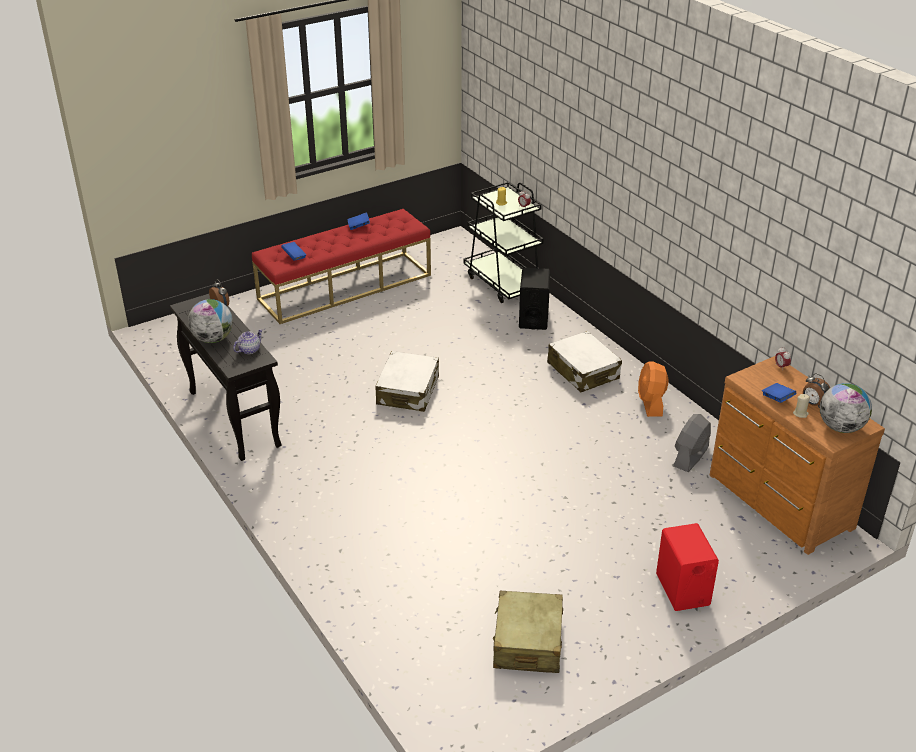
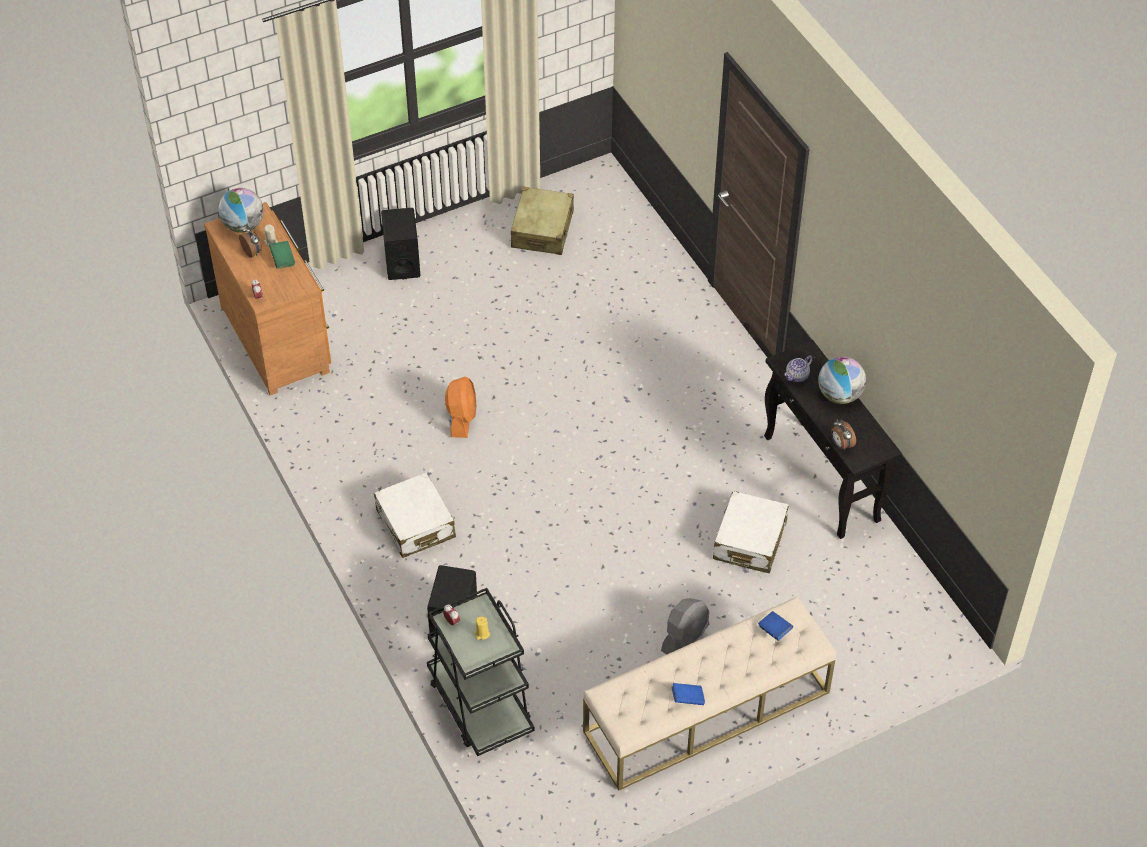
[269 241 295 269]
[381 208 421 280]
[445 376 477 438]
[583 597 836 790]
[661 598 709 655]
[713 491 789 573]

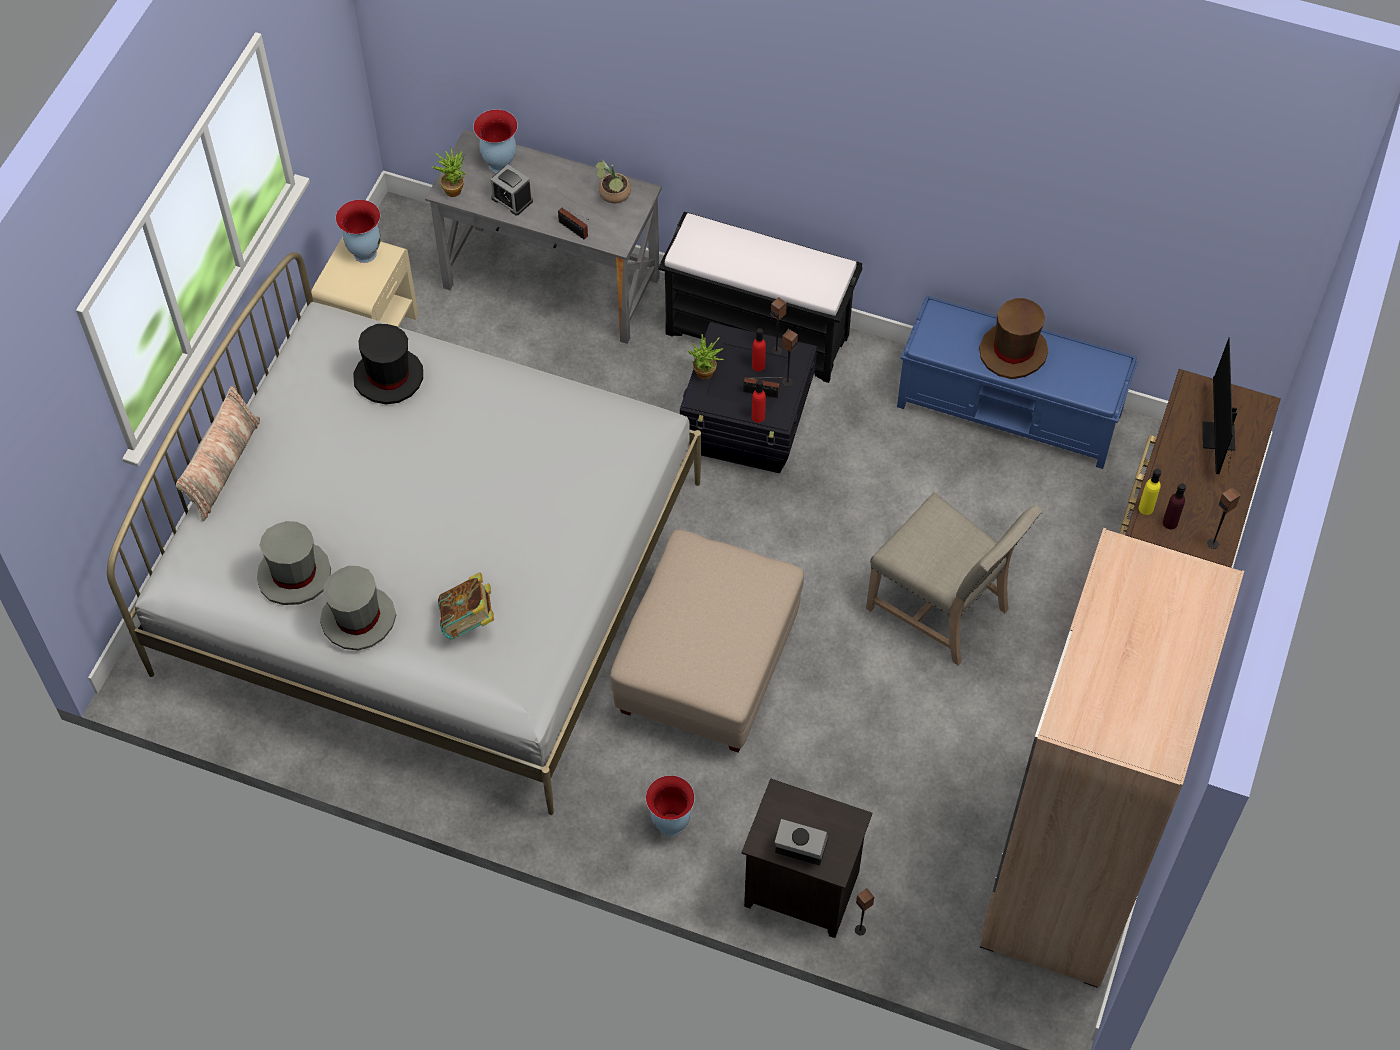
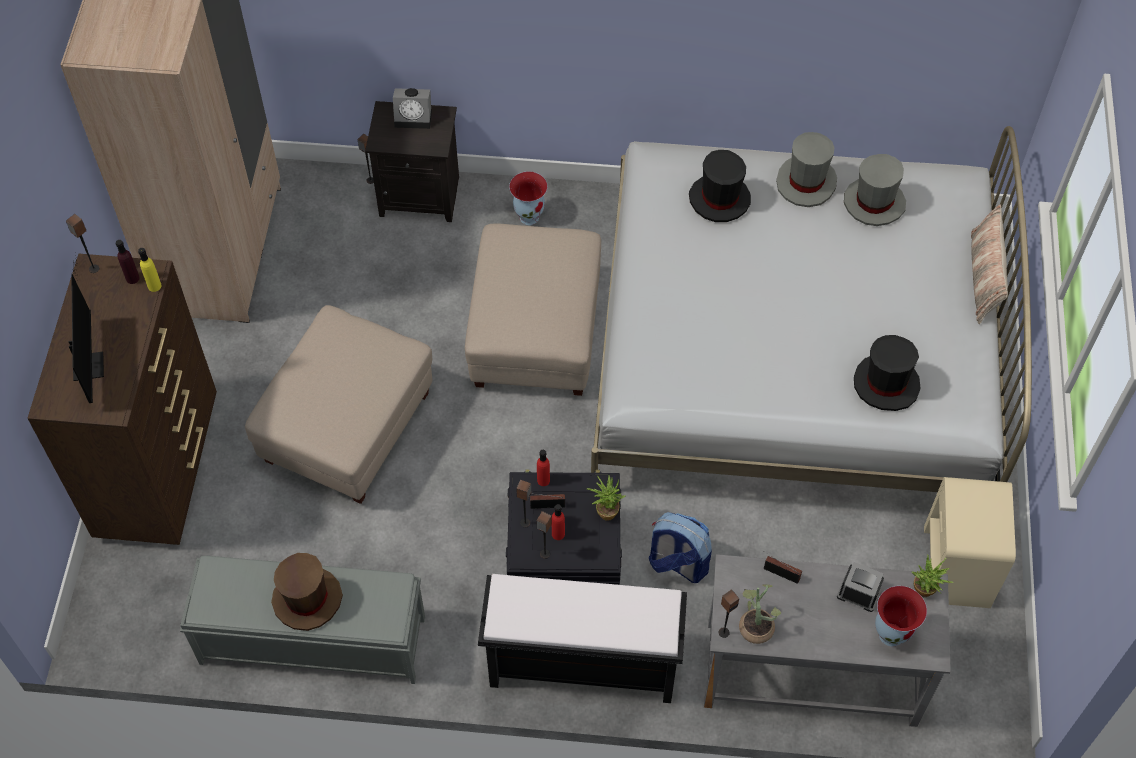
[180 556 425 684]
[245 305 432 504]
[649 512 712 583]
[689 150 751 222]
[719 589 739 638]
[336 199 381 263] (first image)

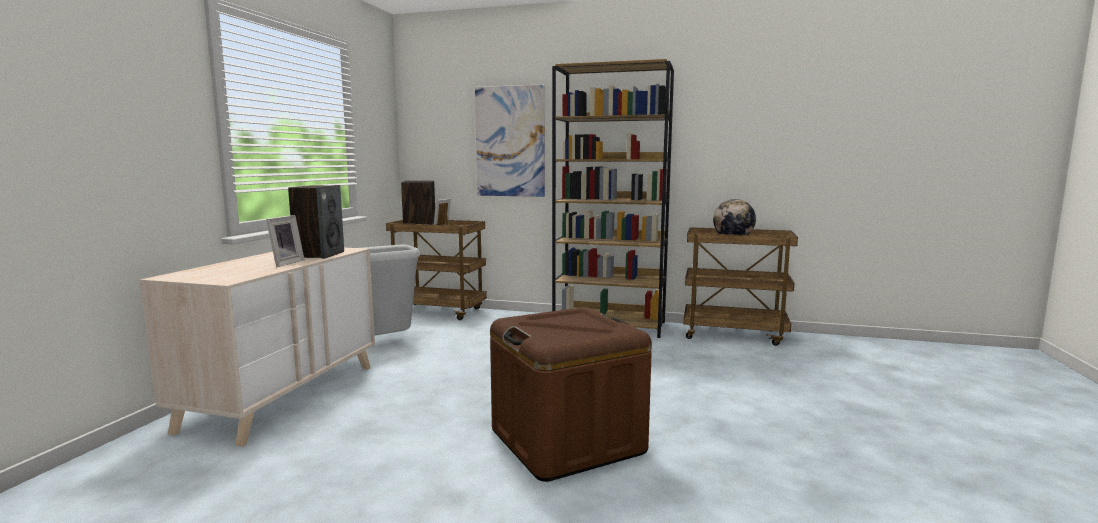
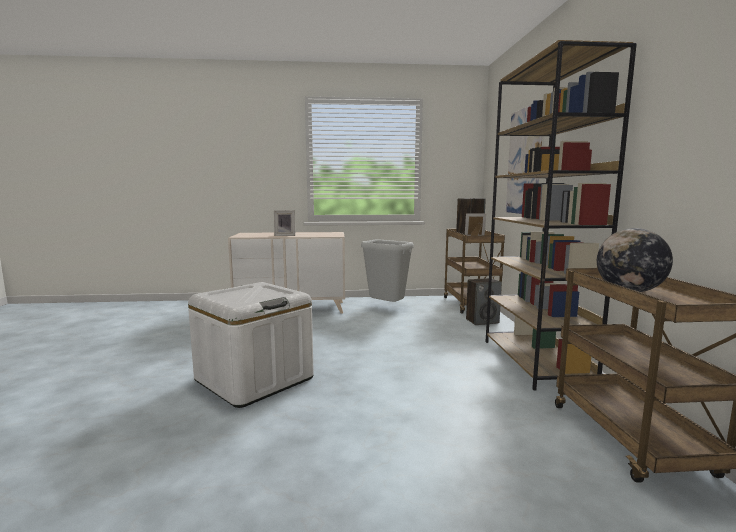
[188 282 314 408]
[466 278 502 325]

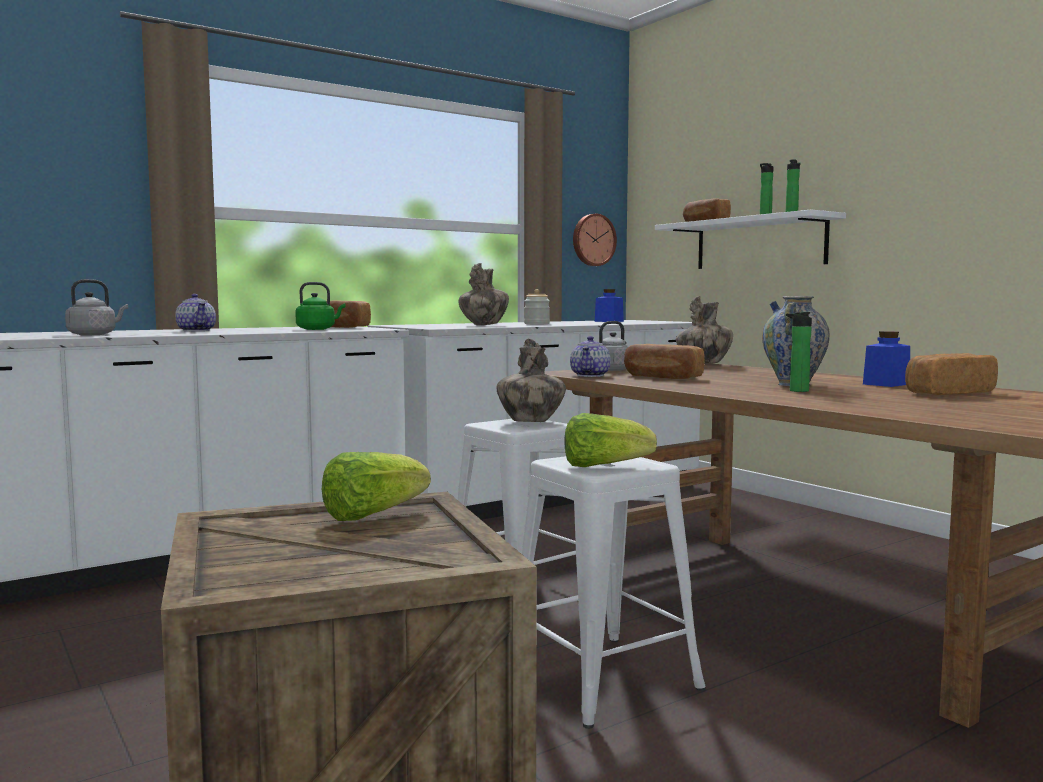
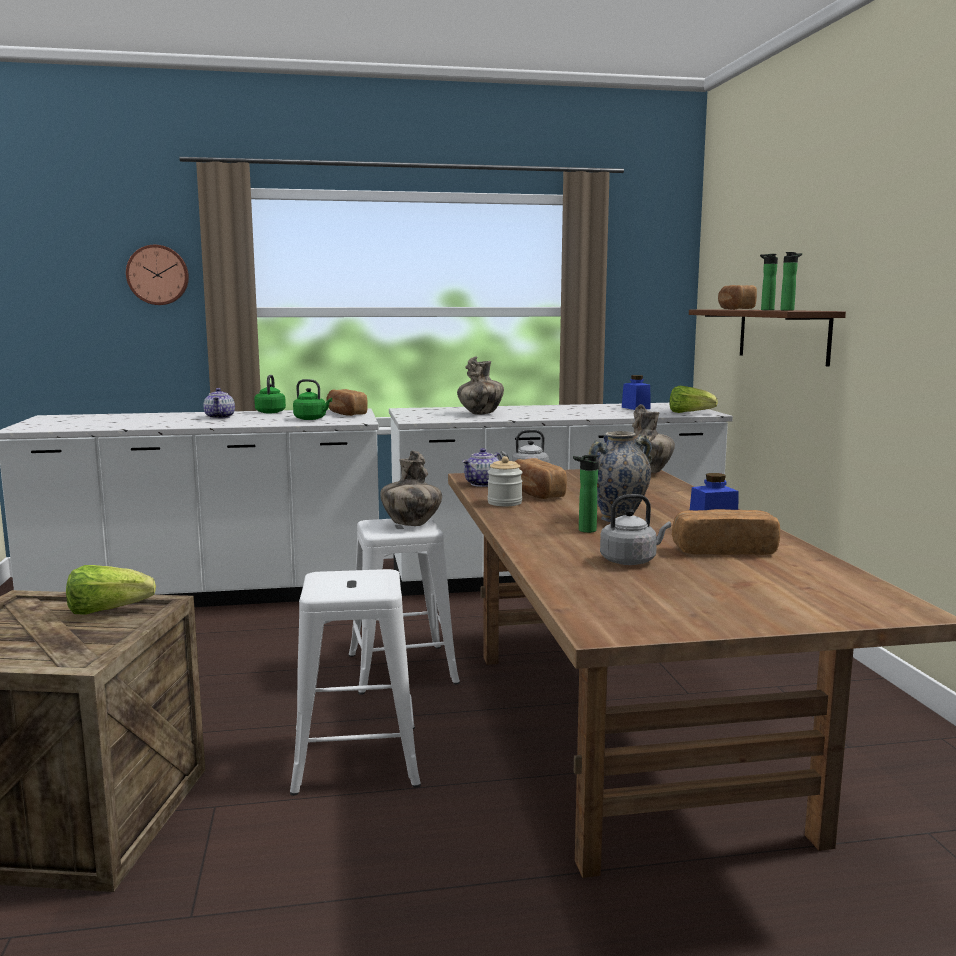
[126 245 189 305]
[254 375 286 413]
[487 456 523 506]
[600 494 671 565]
[670 386 718 413]
[689 310 846 367]

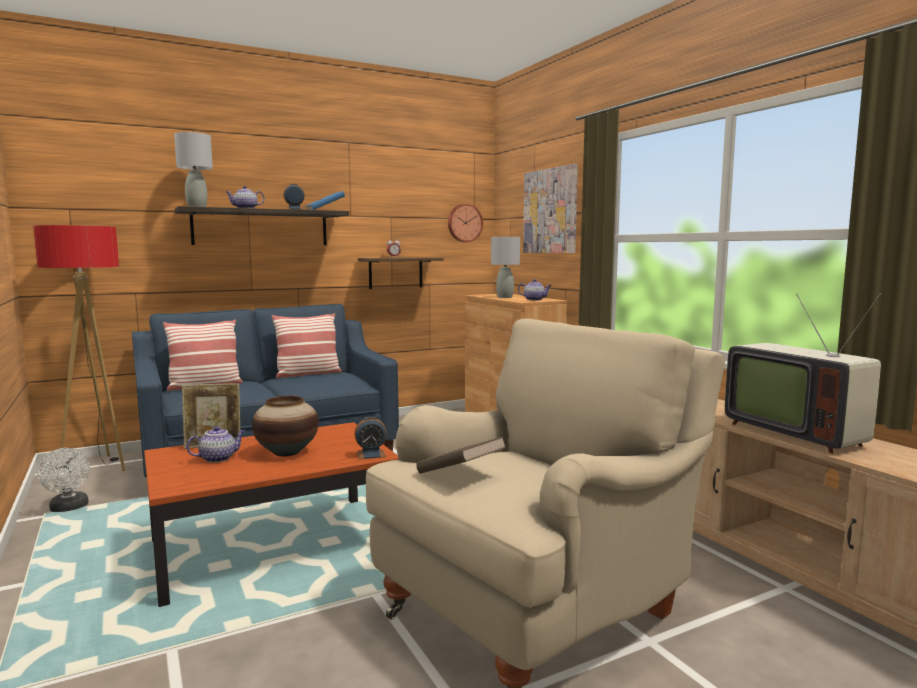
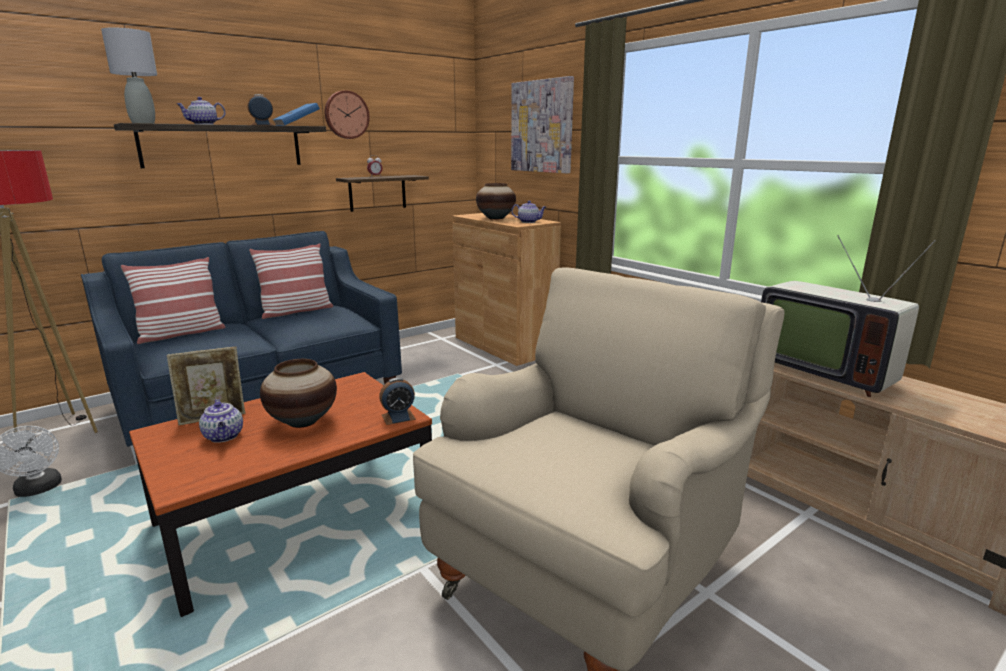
[199 399 243 443]
[325 90 370 139]
[476 183 516 220]
[417 436 507 474] (first image)

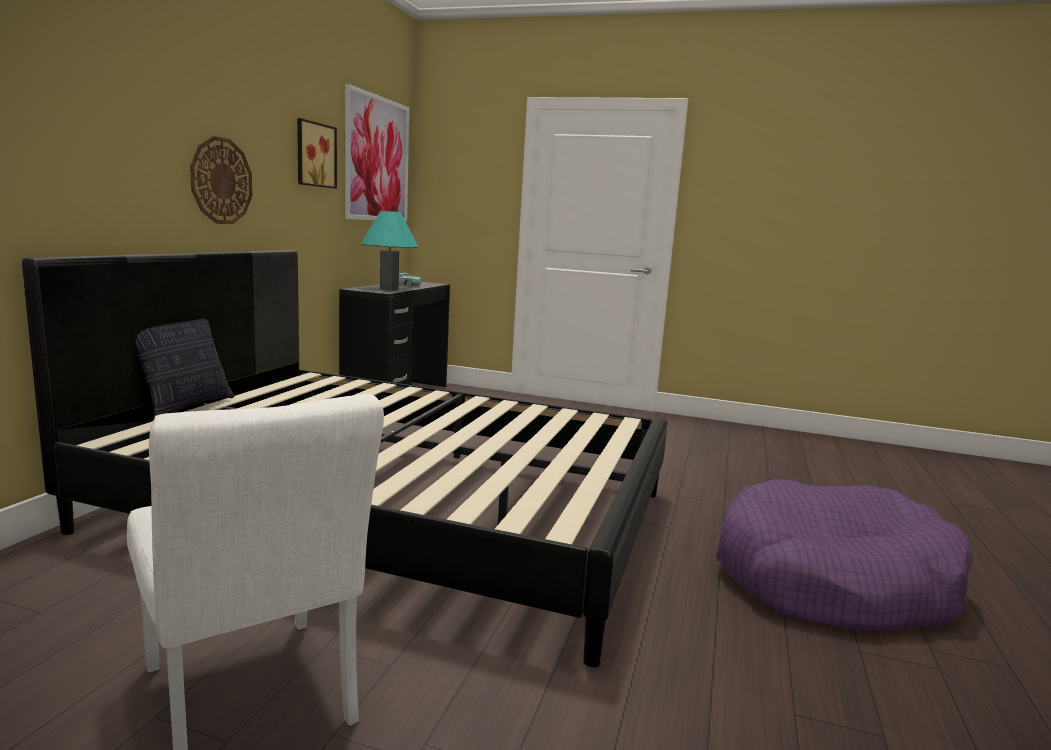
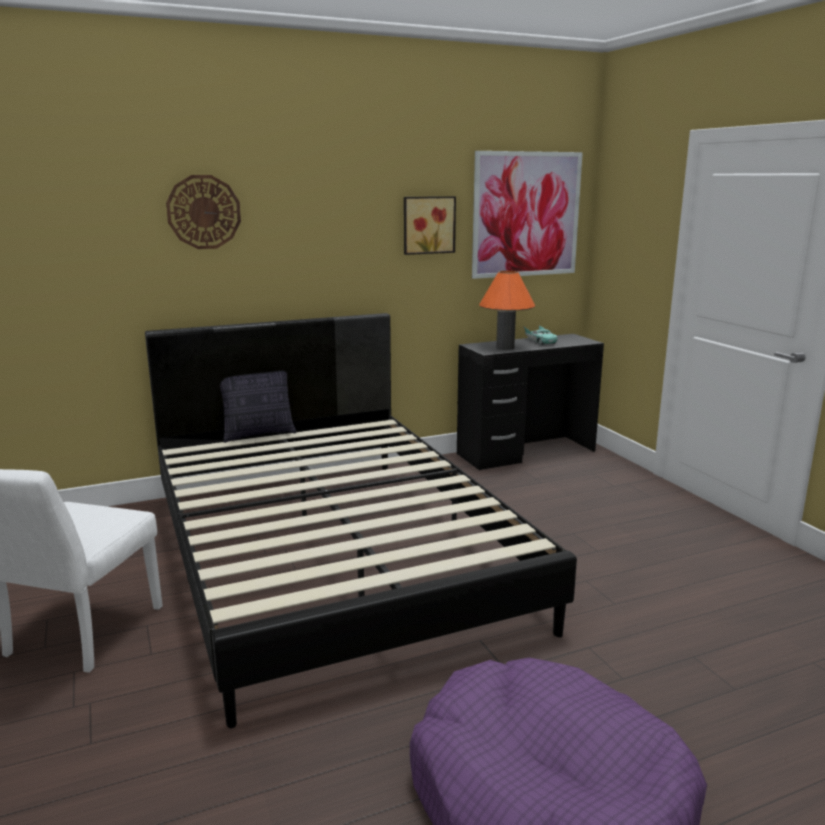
[166 175 241 249]
[479 271 535 350]

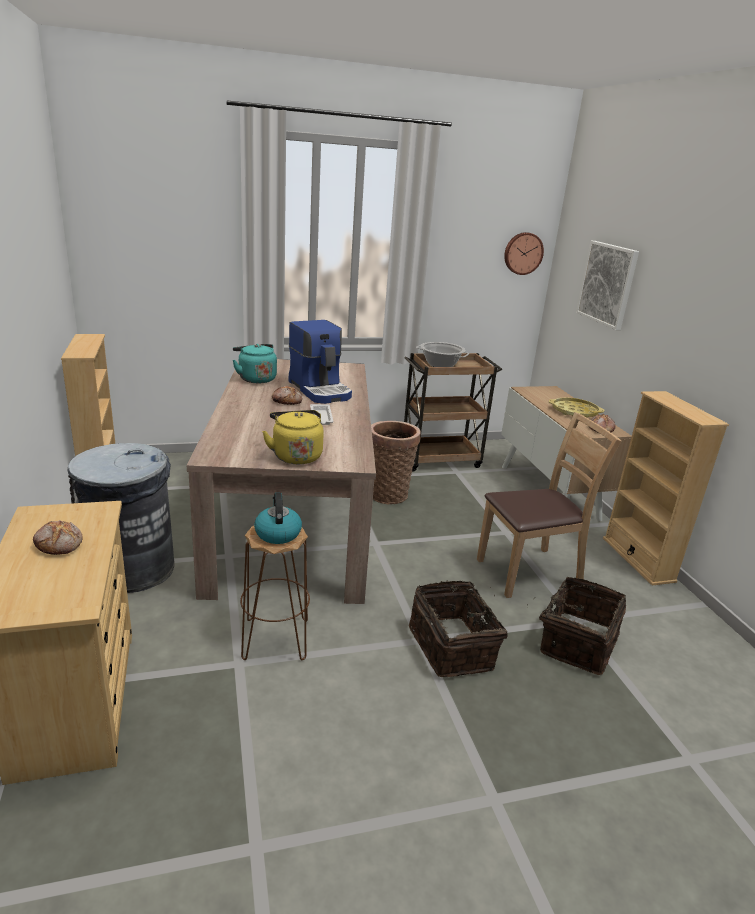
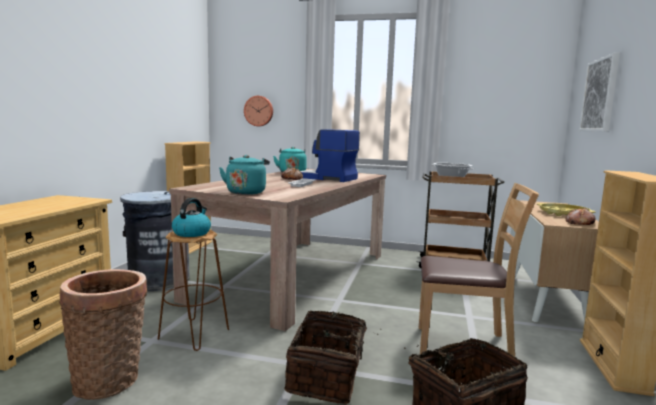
[59 269 147 400]
[219 155 270 195]
[244 96 273 126]
[301 129 360 182]
[33 520 83 555] (first image)

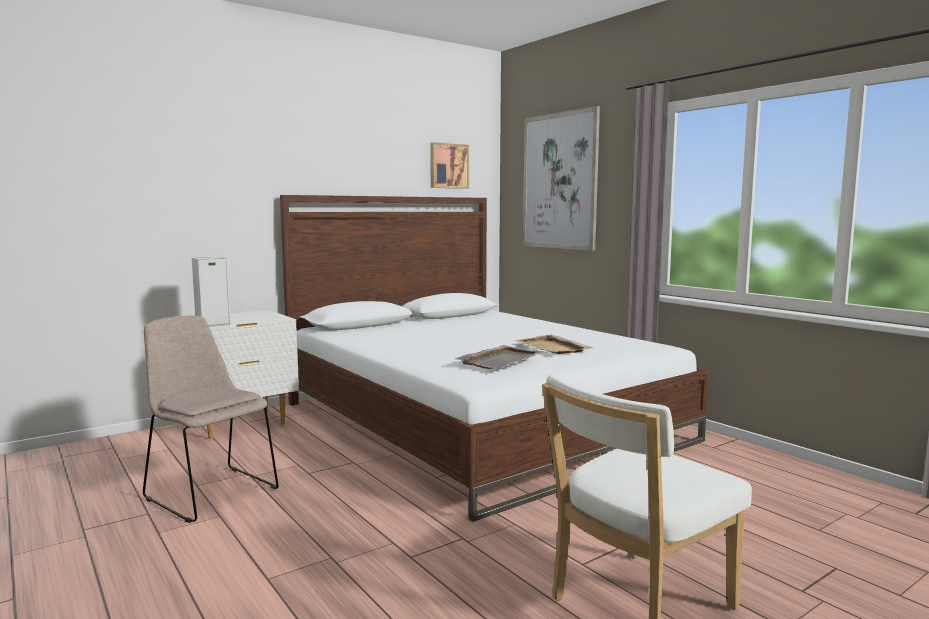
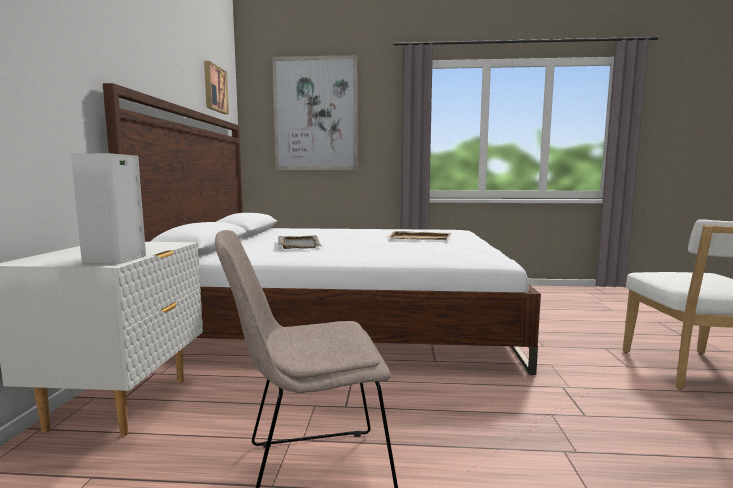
[278 235 322 249]

